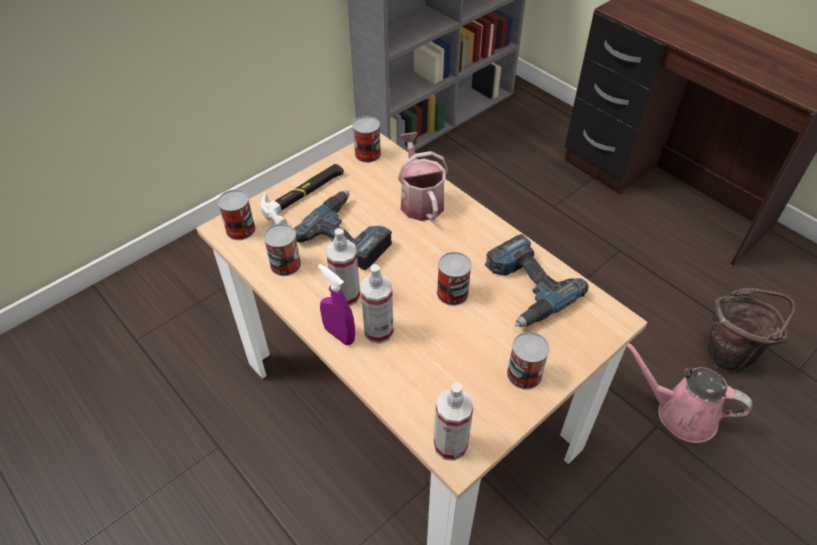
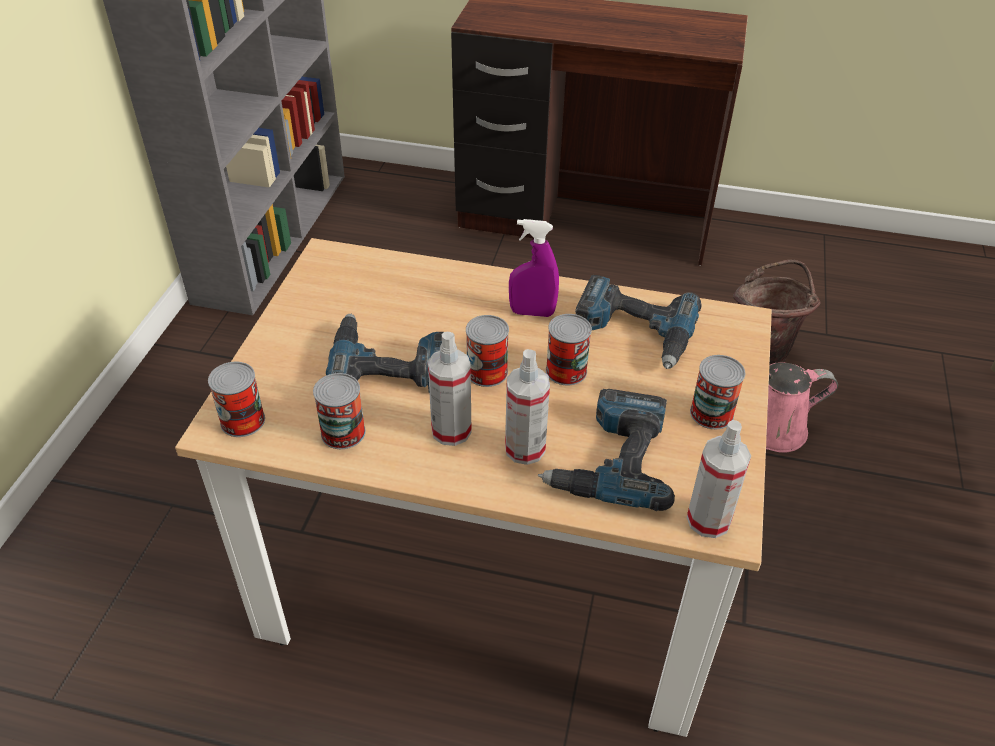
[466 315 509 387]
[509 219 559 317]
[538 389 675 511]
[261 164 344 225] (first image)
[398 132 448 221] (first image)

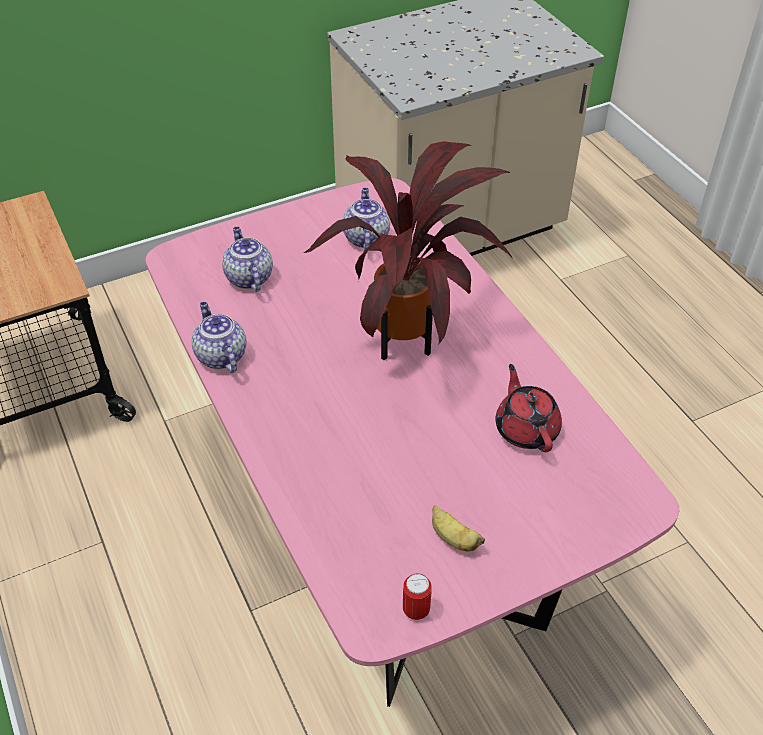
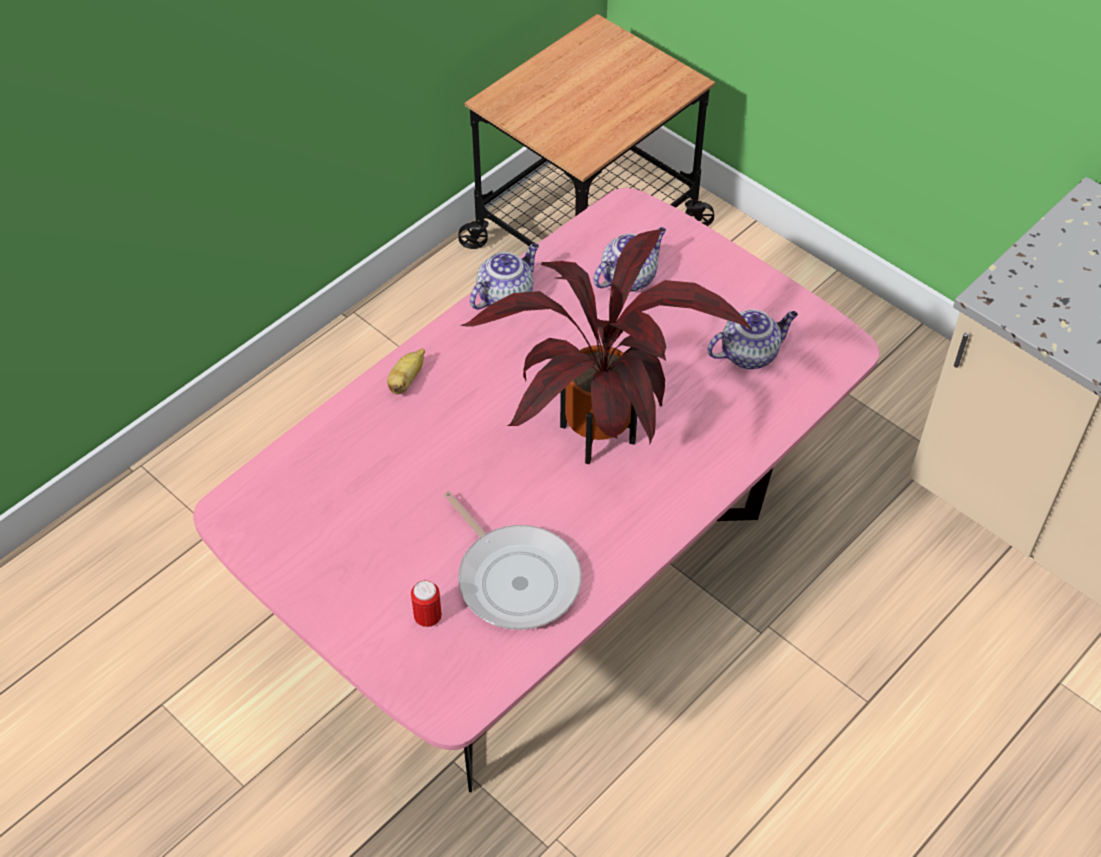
[387 349 425 395]
[411 580 442 627]
[444 491 581 630]

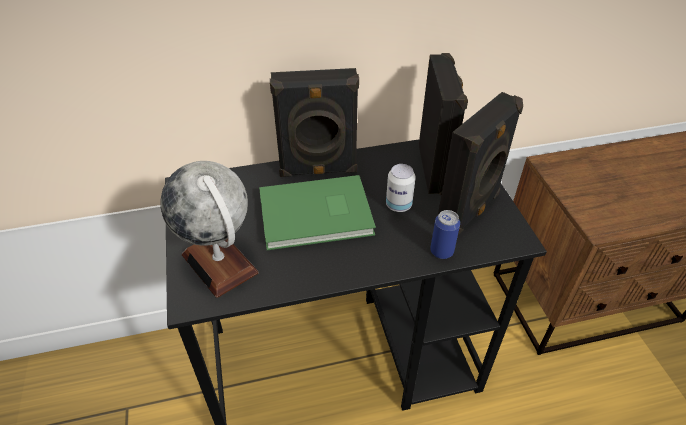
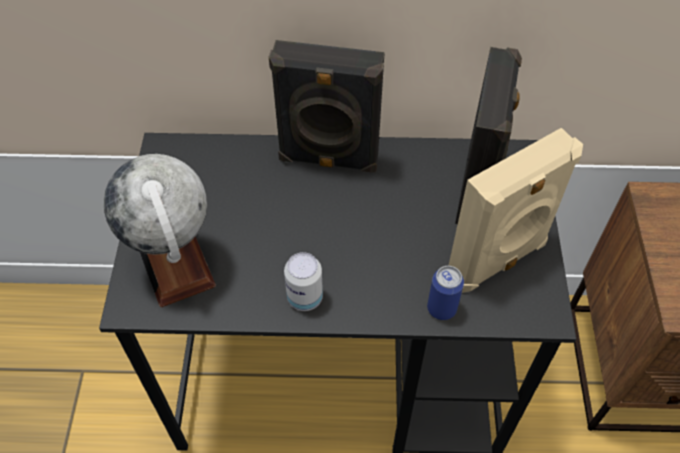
[284 252 323 311]
[448 128 583 293]
[259 175 376 250] (first image)

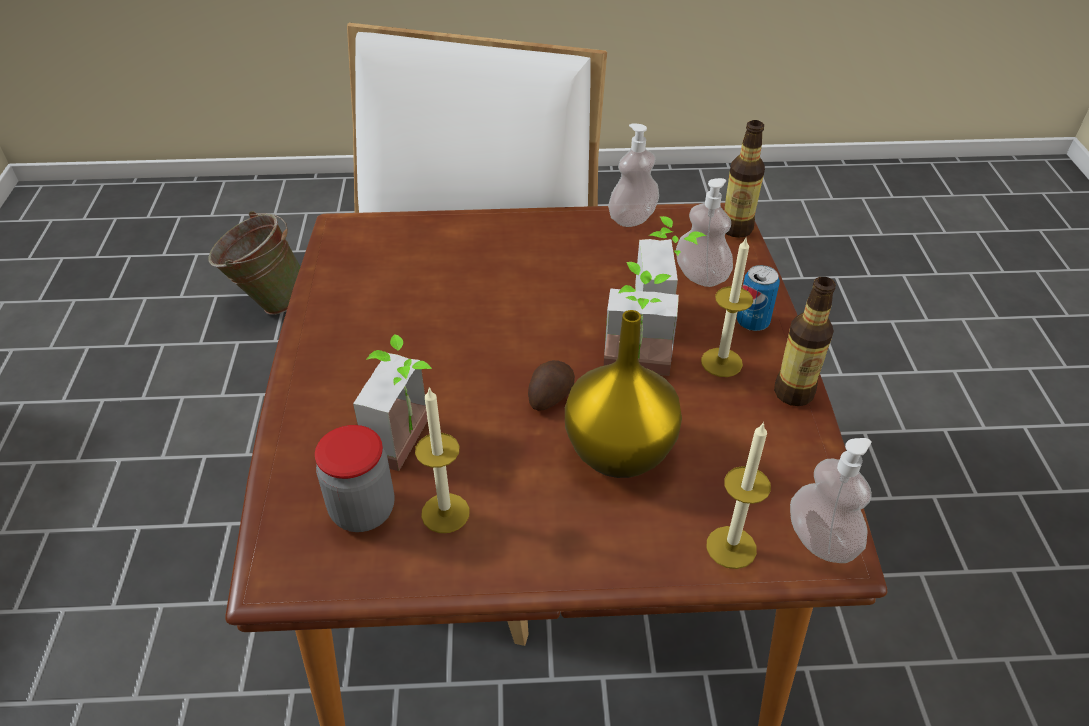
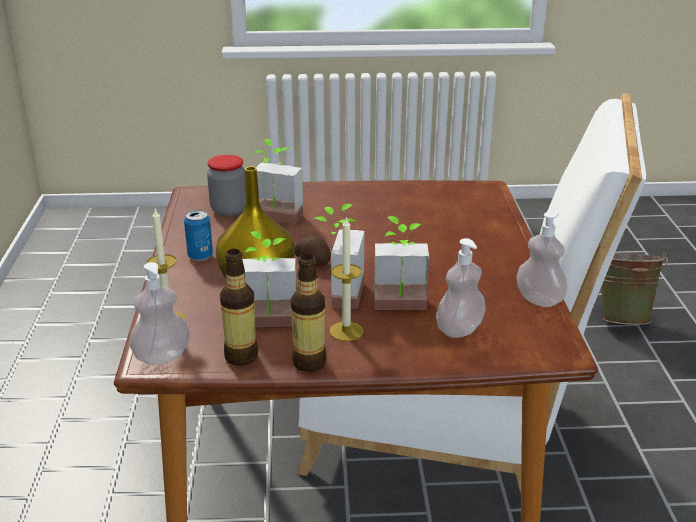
[184 210 213 261]
[220 249 258 366]
[242 231 297 327]
[415 387 470 533] (first image)

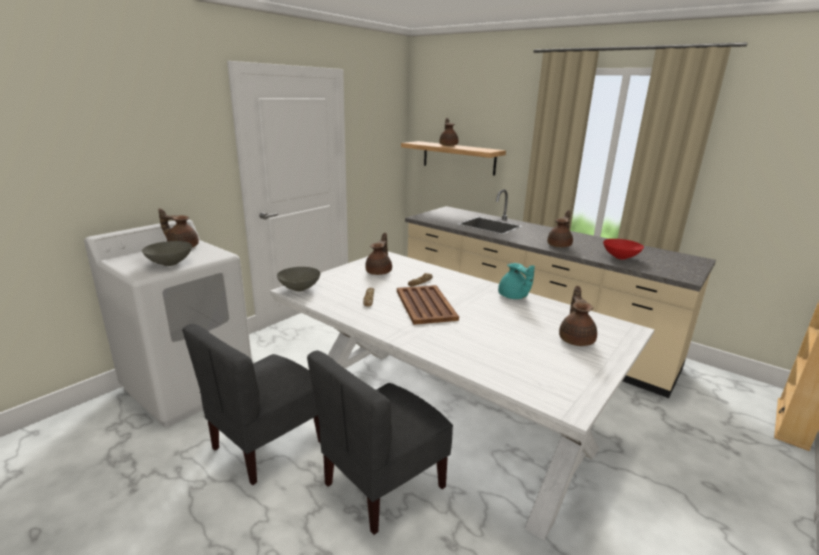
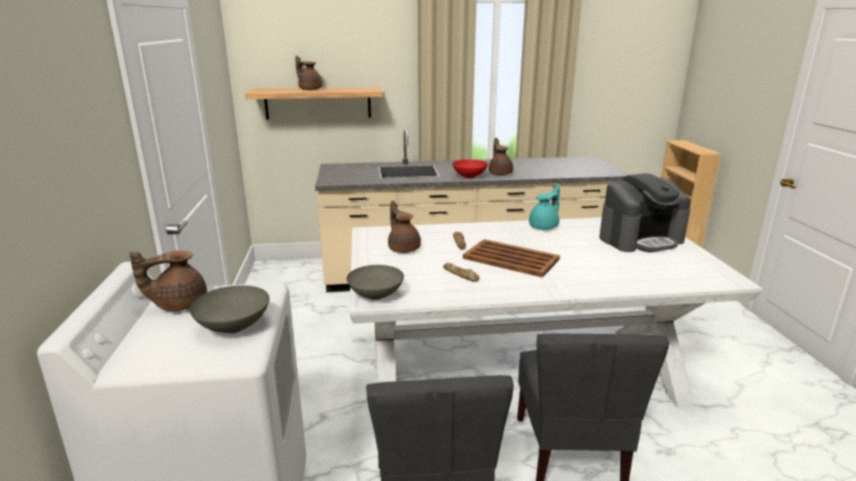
[452 160 488 178]
[529 184 560 230]
[599 173 691 252]

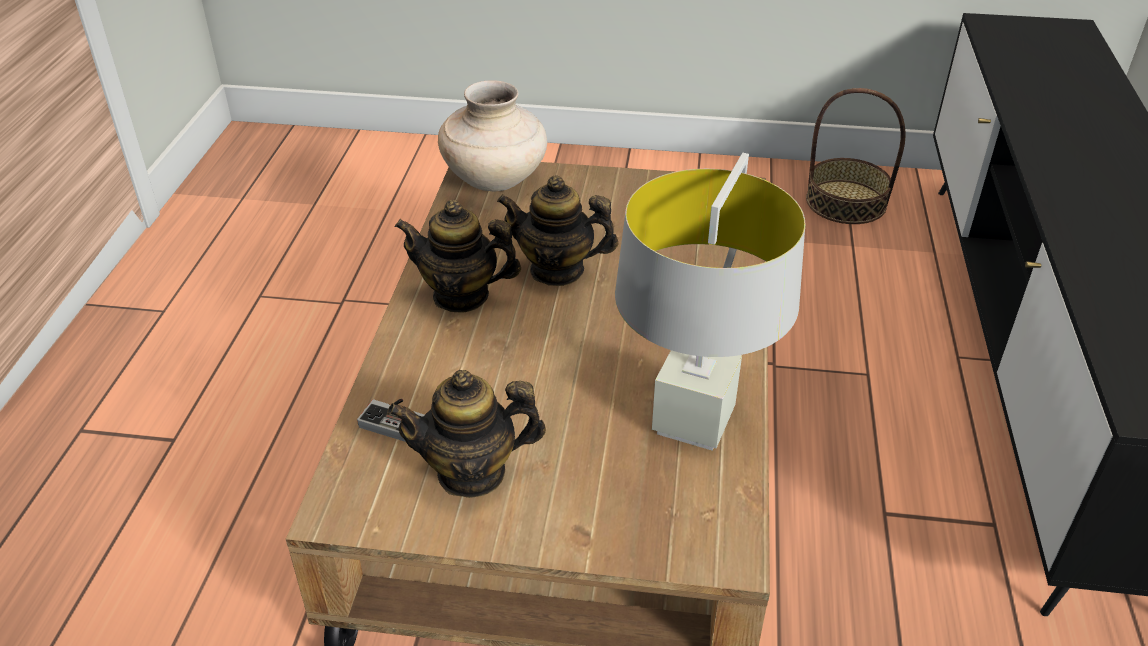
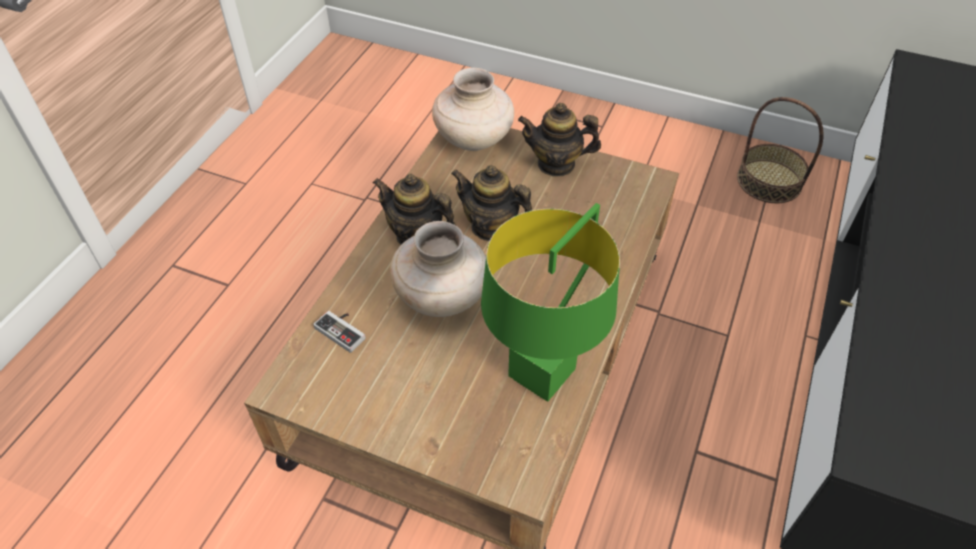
[390 221 486 317]
[481 203 620 401]
[518 103 601 177]

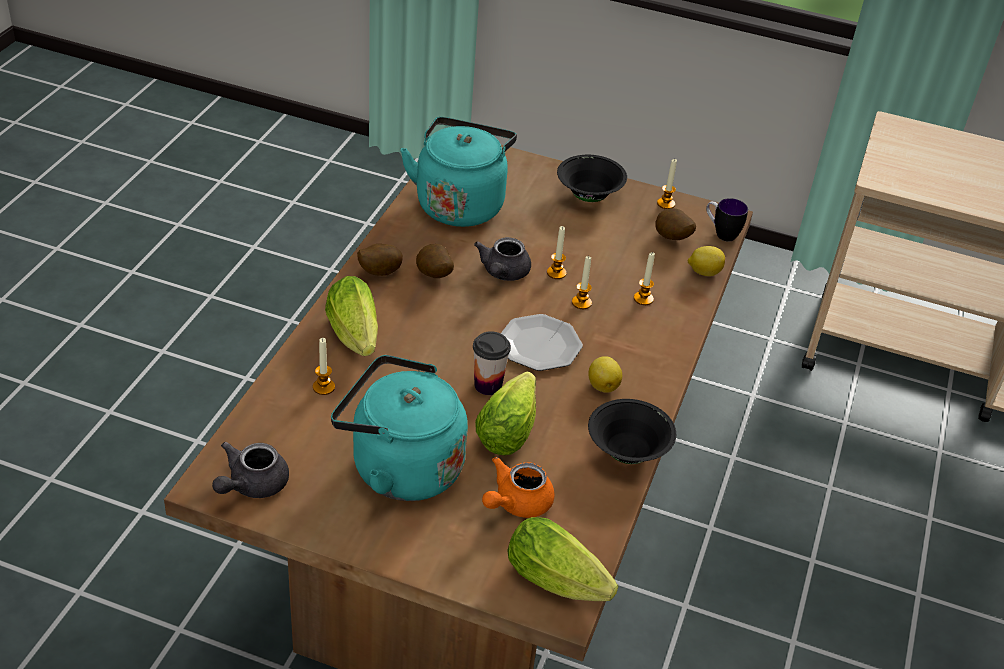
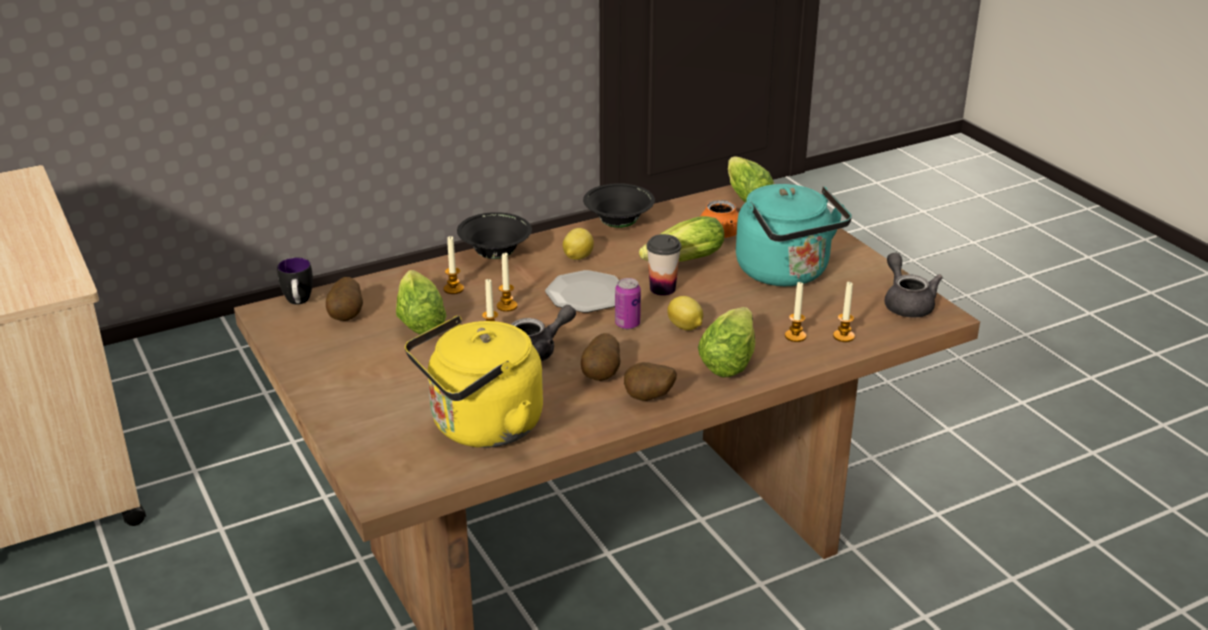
[396 270 446 334]
[405 316 543 448]
[457 212 532 259]
[615 278 641 329]
[668 296 703 331]
[833 282 855 342]
[885 253 943 318]

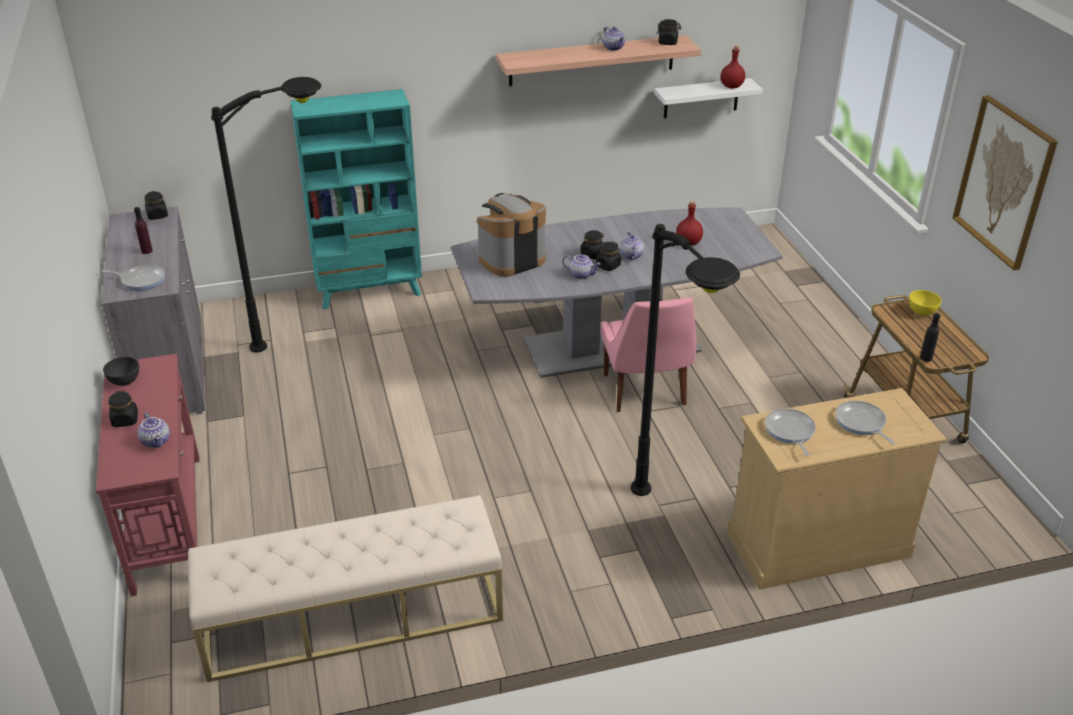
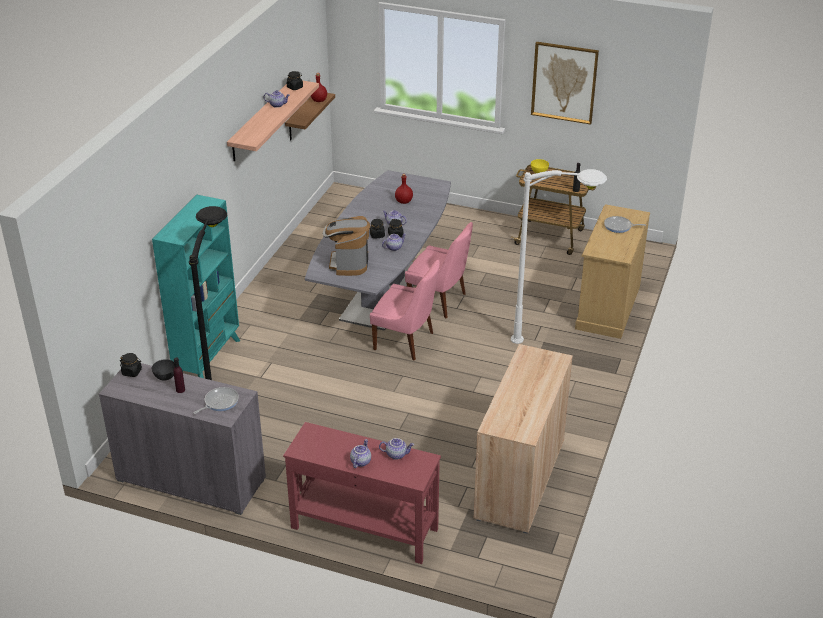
[152 359 175 381]
[285 93 335 140]
[350 439 371 468]
[370 260 440 360]
[474 344 573 534]
[511 169 607 344]
[765 409 816 456] (first image)

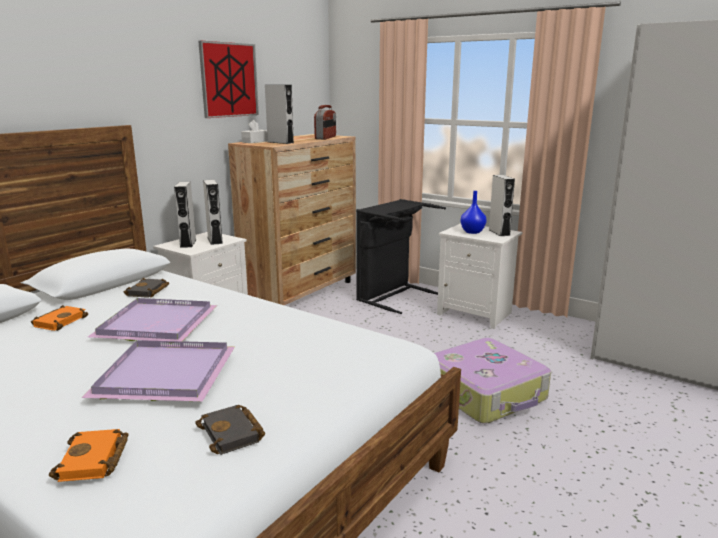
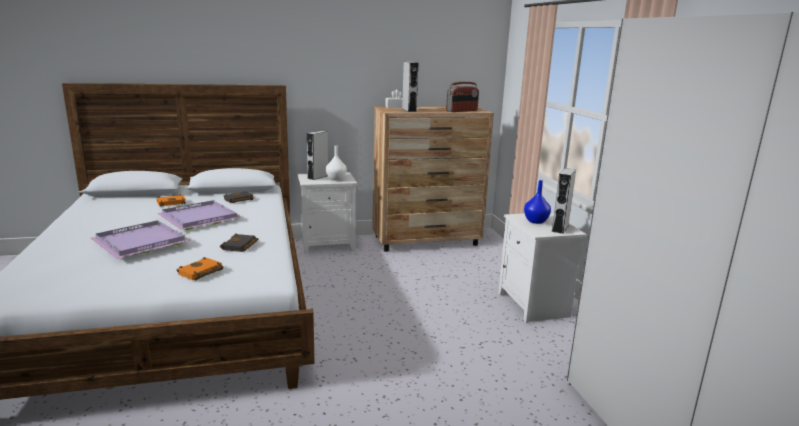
[176 257 224 281]
[220 234 258 252]
[326 145 347 181]
[198 41 259 118] (first image)
[356 199 446 314] (first image)
[434 338 551 424] (first image)

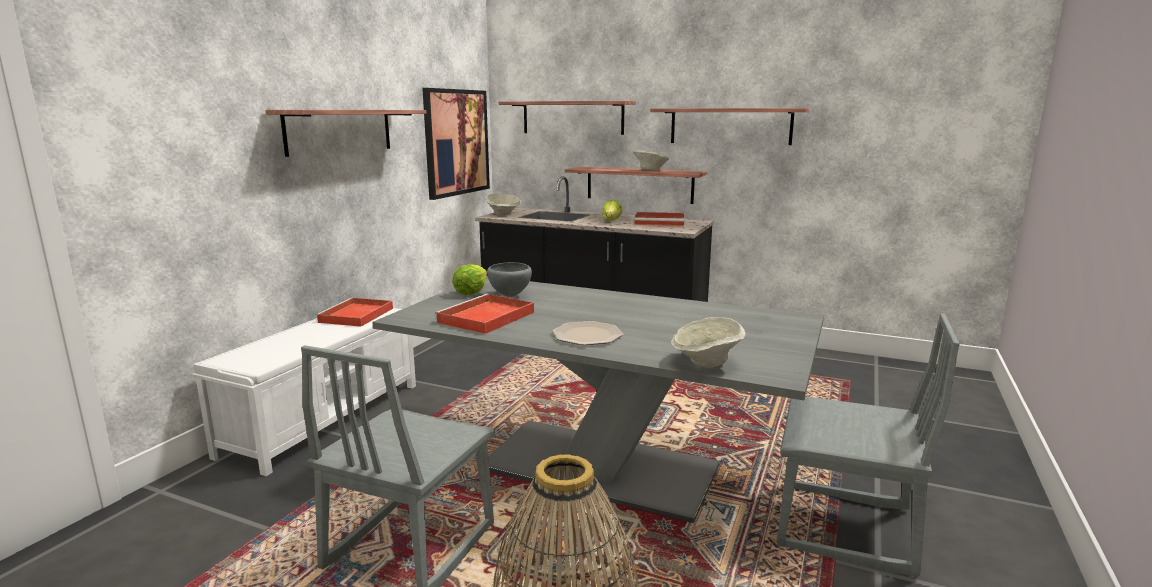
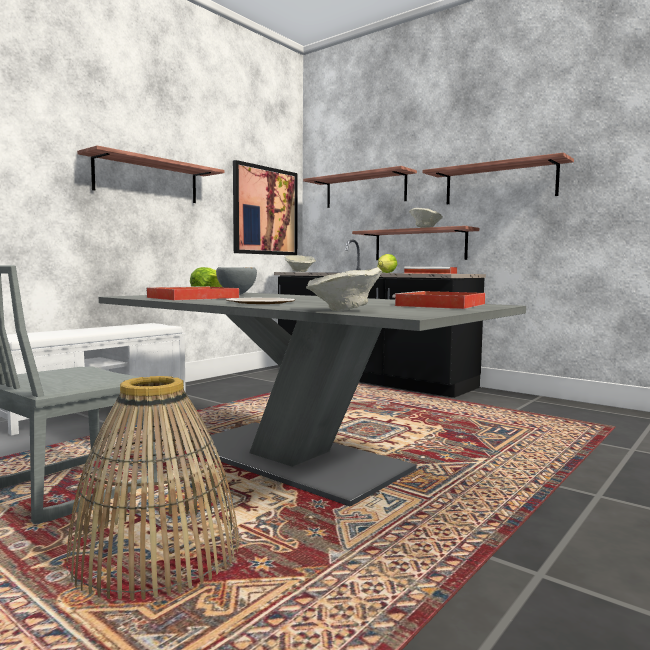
[392 291 485 309]
[777 313 960 576] (first image)

